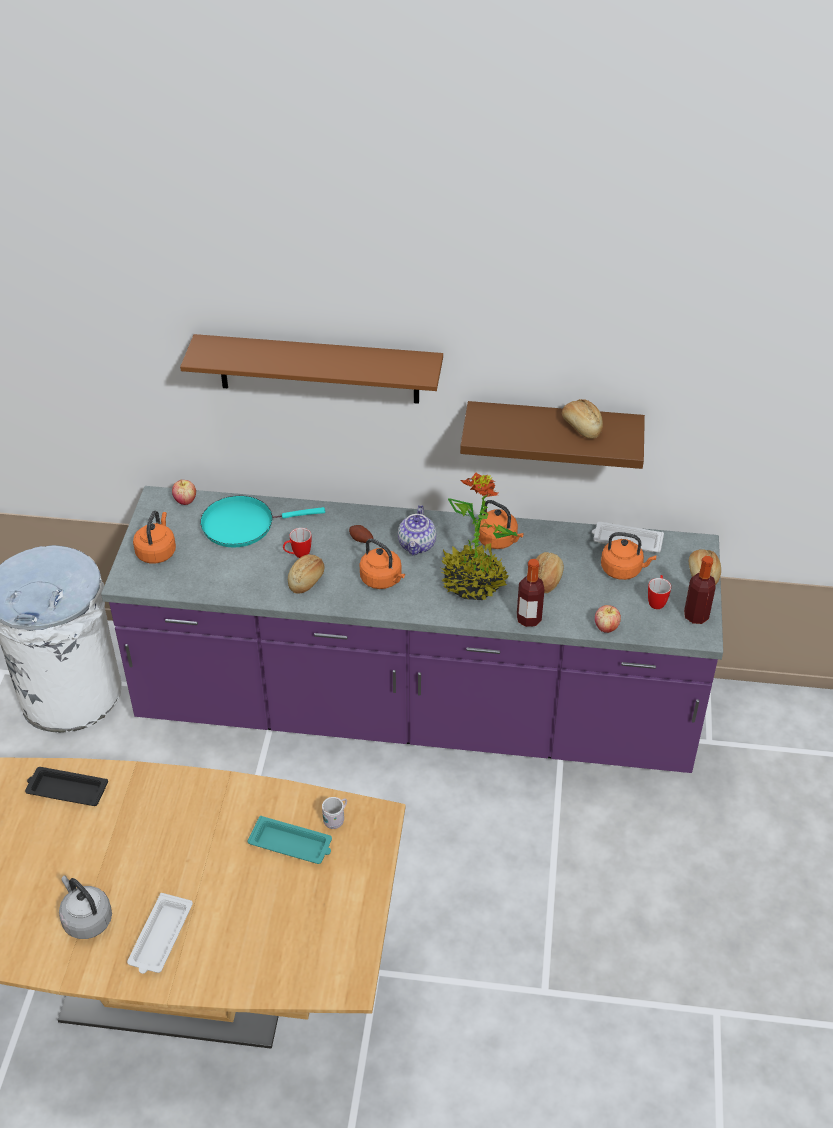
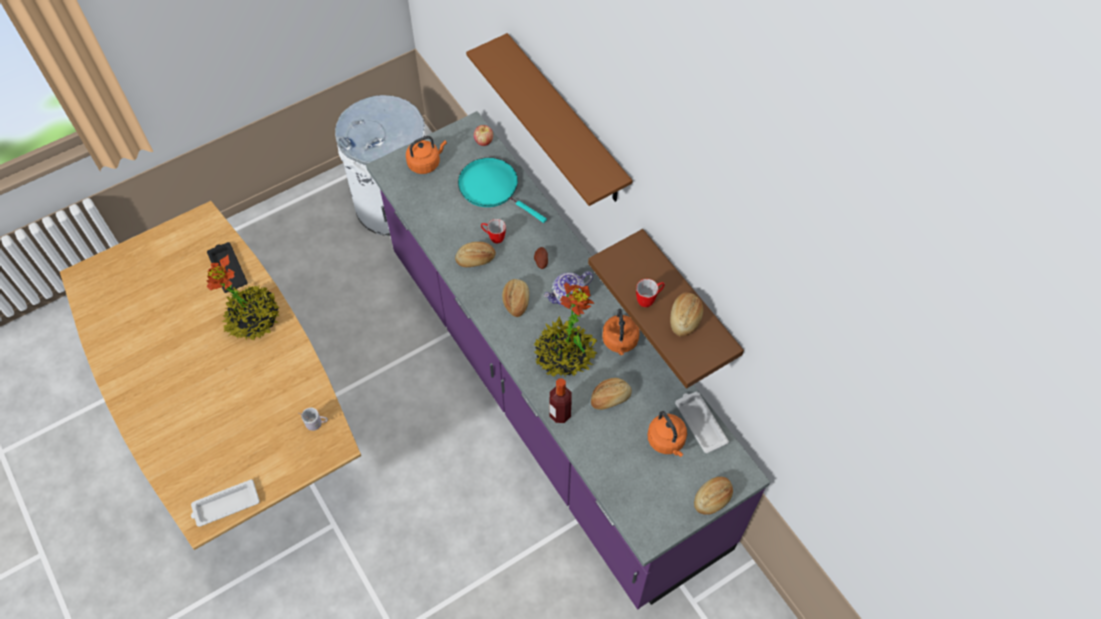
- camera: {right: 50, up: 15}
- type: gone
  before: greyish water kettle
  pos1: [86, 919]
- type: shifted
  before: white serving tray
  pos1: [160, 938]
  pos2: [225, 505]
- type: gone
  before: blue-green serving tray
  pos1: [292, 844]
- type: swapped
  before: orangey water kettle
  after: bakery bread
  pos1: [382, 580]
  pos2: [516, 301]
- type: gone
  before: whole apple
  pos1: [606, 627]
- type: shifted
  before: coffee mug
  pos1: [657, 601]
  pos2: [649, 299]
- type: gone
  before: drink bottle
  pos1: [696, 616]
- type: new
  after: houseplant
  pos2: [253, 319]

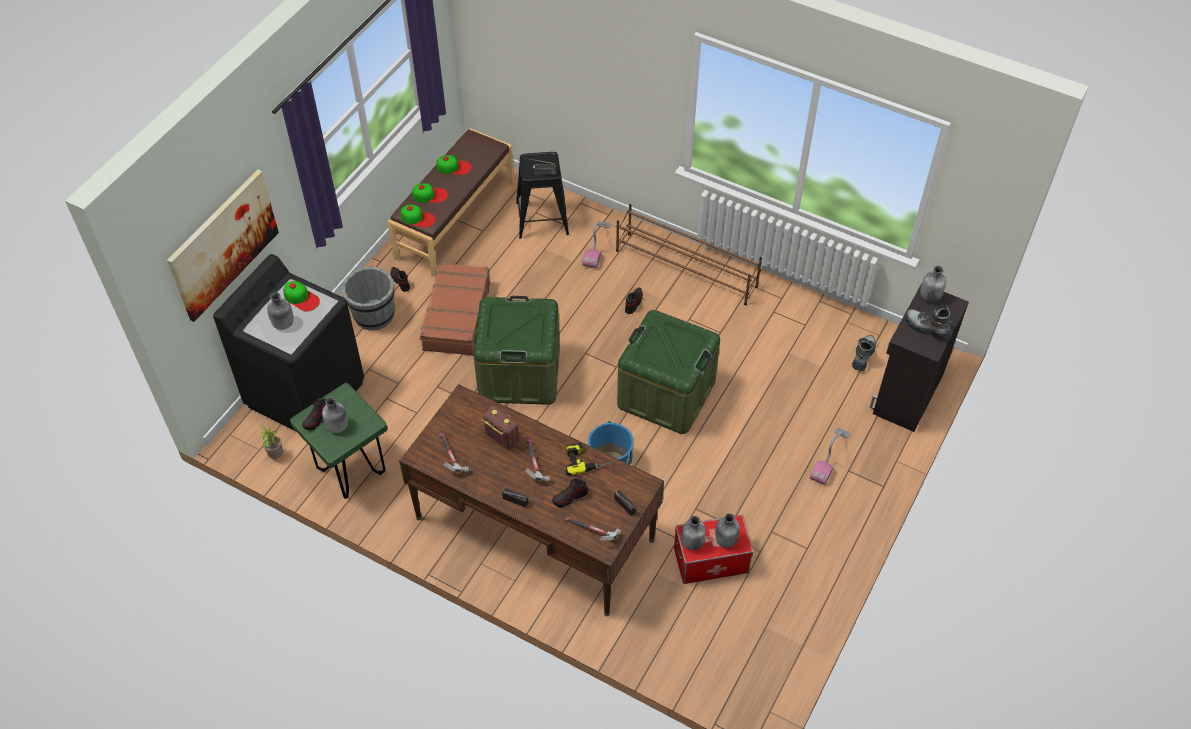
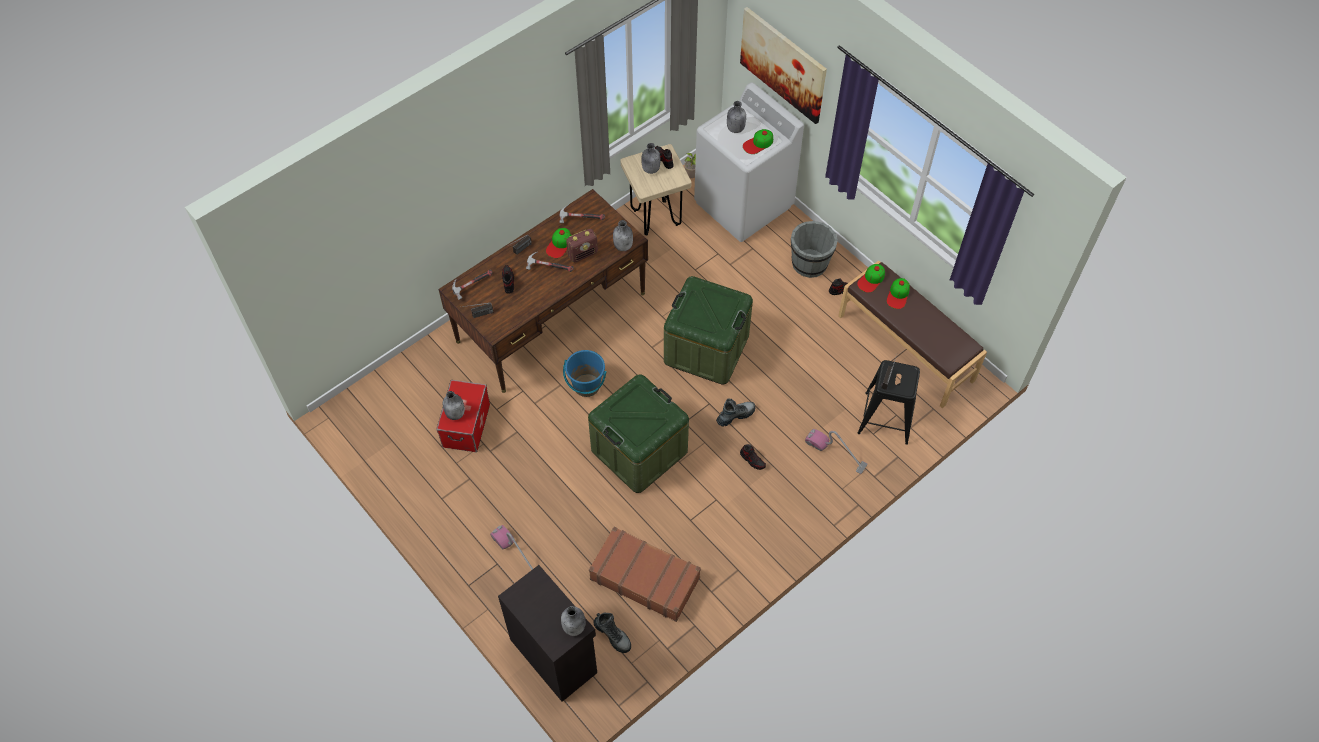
- camera: {right: 110, up: 5}
- type: repainted
  before: black laundry appliance
  after: white laundry appliance
  pos1: [306, 393]
  pos2: [743, 204]
- type: repainted
  before: greenish stool
  after: beige stool
  pos1: [351, 472]
  pos2: [656, 218]
- type: shifted
  before: brownish travel case
  pos1: [456, 316]
  pos2: [645, 578]
- type: shifted
  before: cap
  pos1: [454, 167]
  pos2: [559, 244]
- type: gone
  before: power drill
  pos1: [586, 460]
- type: gone
  before: brownish shoe stand
  pos1: [686, 269]
- type: shifted
  before: greyish drink bottle
  pos1: [692, 542]
  pos2: [623, 246]
- type: shifted
  before: boot
  pos1: [926, 328]
  pos2: [735, 415]

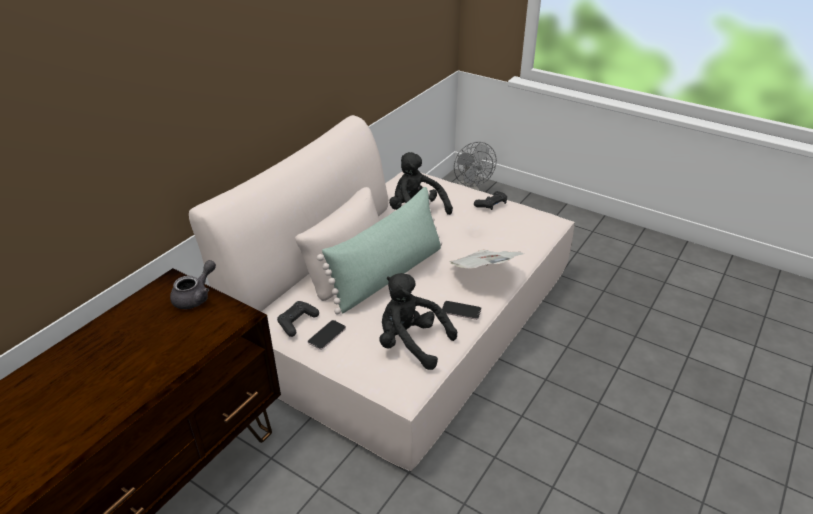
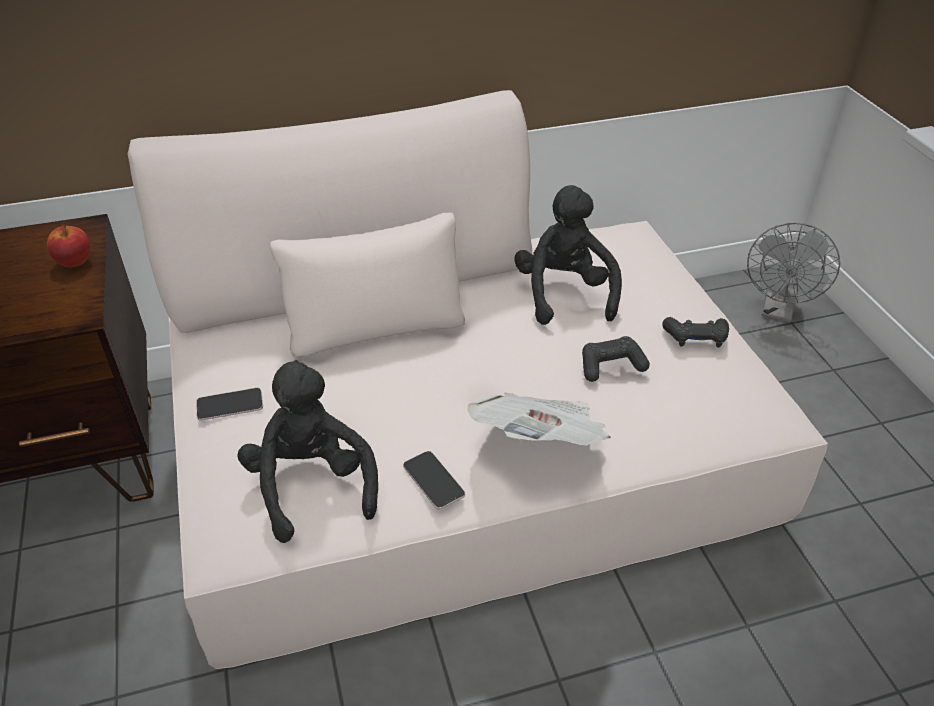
- camera: {right: 40, up: 5}
- type: swapped
  before: greyish tea pot
  after: whole apple
  pos1: [196, 296]
  pos2: [74, 262]
- type: shifted
  before: black joypad
  pos1: [297, 322]
  pos2: [611, 366]
- type: gone
  before: greenish pillow
  pos1: [388, 275]

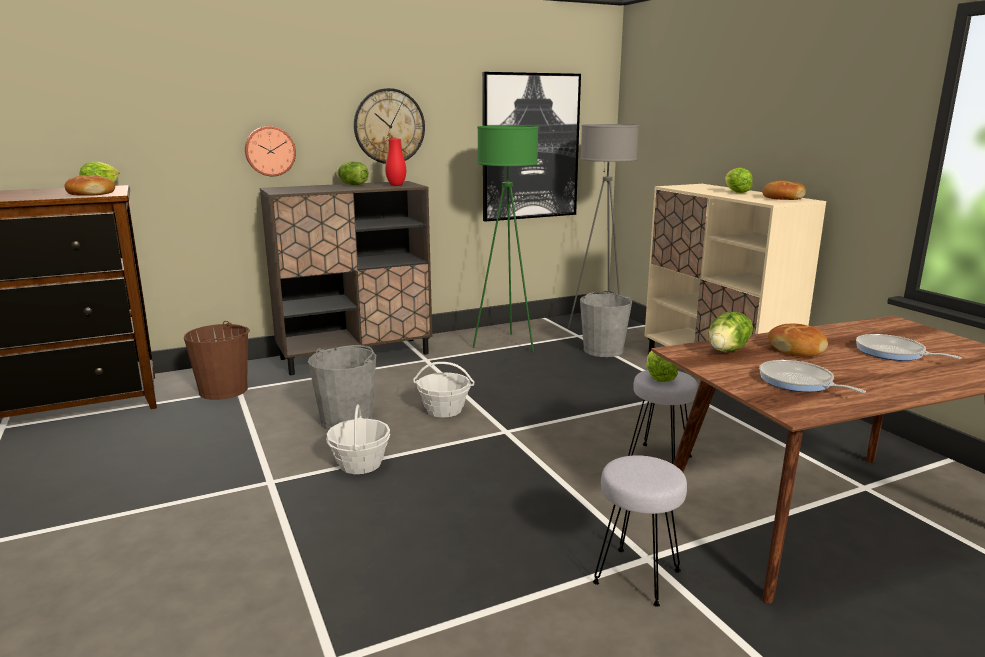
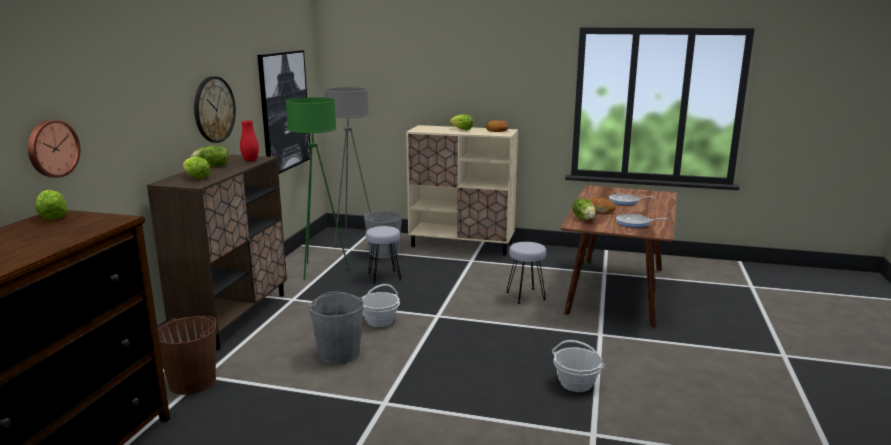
- camera: {right: -50, up: 0}
- type: gone
  before: bakery bread
  pos1: [90, 194]
- type: shifted
  before: clock on the wall
  pos1: [270, 151]
  pos2: [52, 148]
- type: shifted
  before: household basket
  pos1: [360, 464]
  pos2: [576, 383]
- type: shifted
  before: greyish stool
  pos1: [636, 576]
  pos2: [383, 276]
- type: shifted
  before: head of lettuce
  pos1: [659, 378]
  pos2: [196, 177]

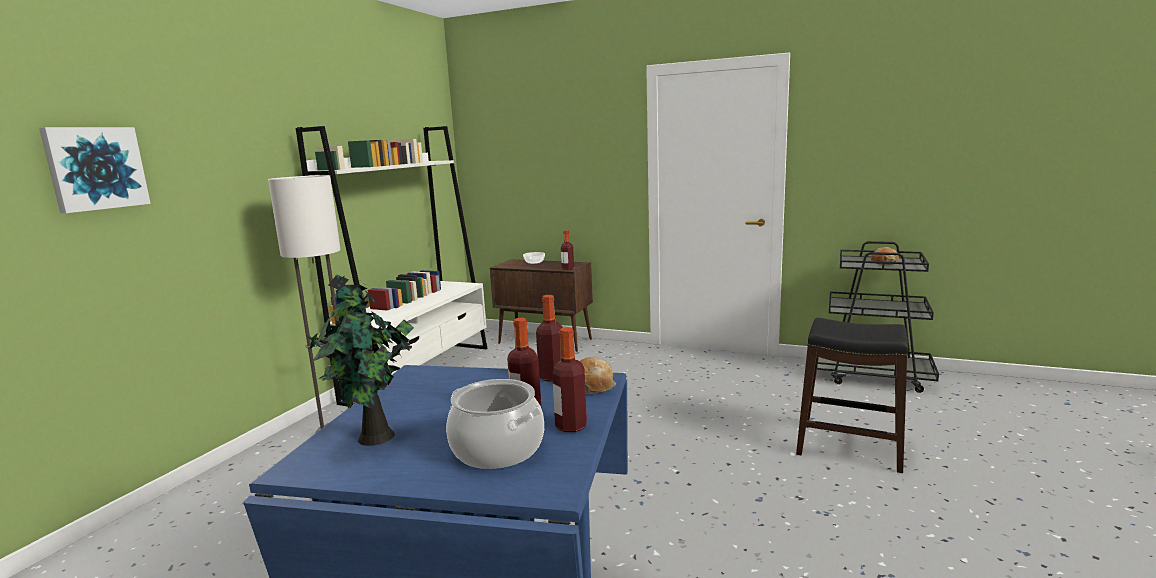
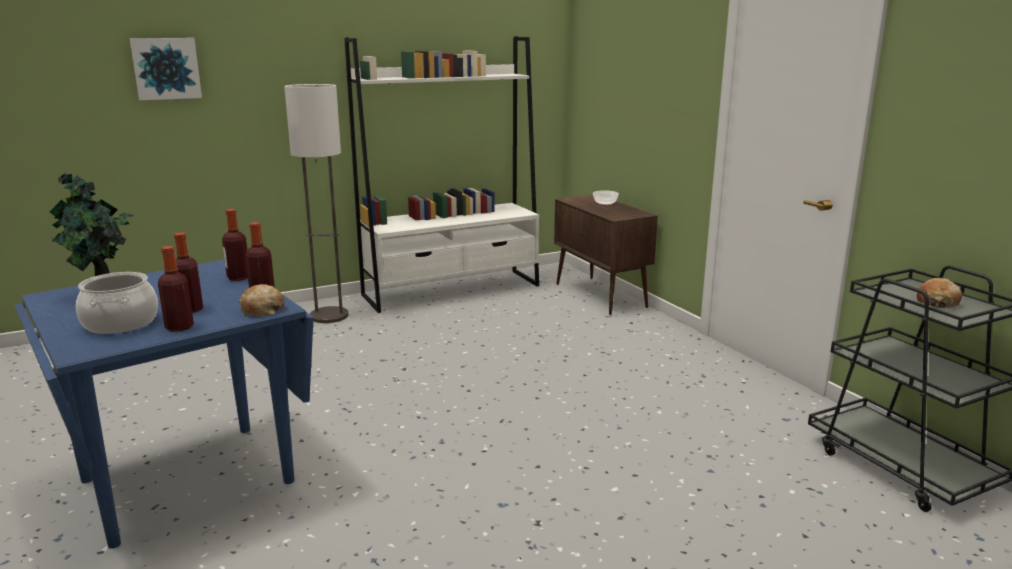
- camera: {right: 40, up: 5}
- type: shifted
  before: drink bottle
  pos1: [567, 269]
  pos2: [238, 278]
- type: gone
  before: black stool
  pos1: [848, 447]

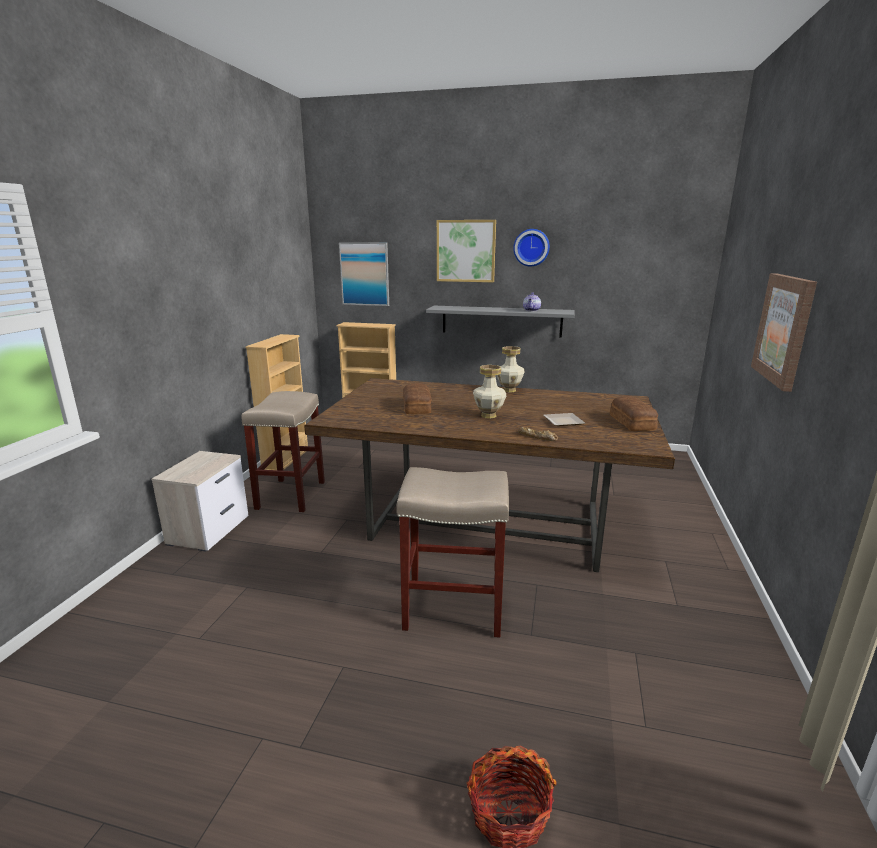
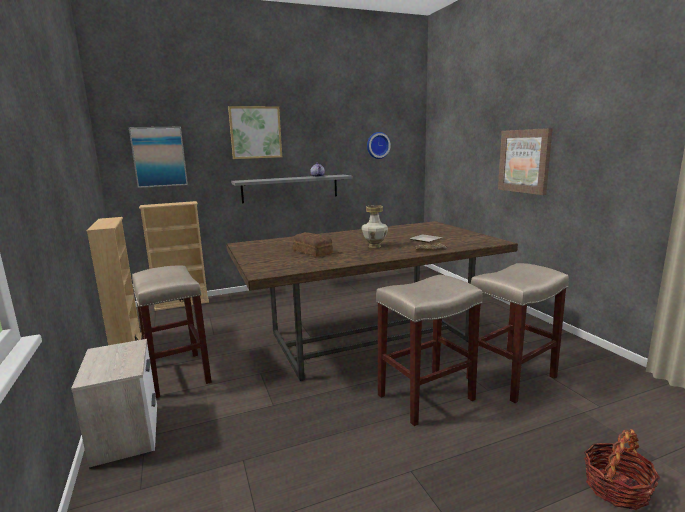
- camera: {right: -35, up: -5}
- type: gone
  before: vase
  pos1: [509, 390]
- type: shifted
  before: clock on the wall
  pos1: [531, 247]
  pos2: [377, 145]
- type: gone
  before: bakery bread
  pos1: [632, 422]
- type: new
  after: beige stool
  pos2: [511, 378]

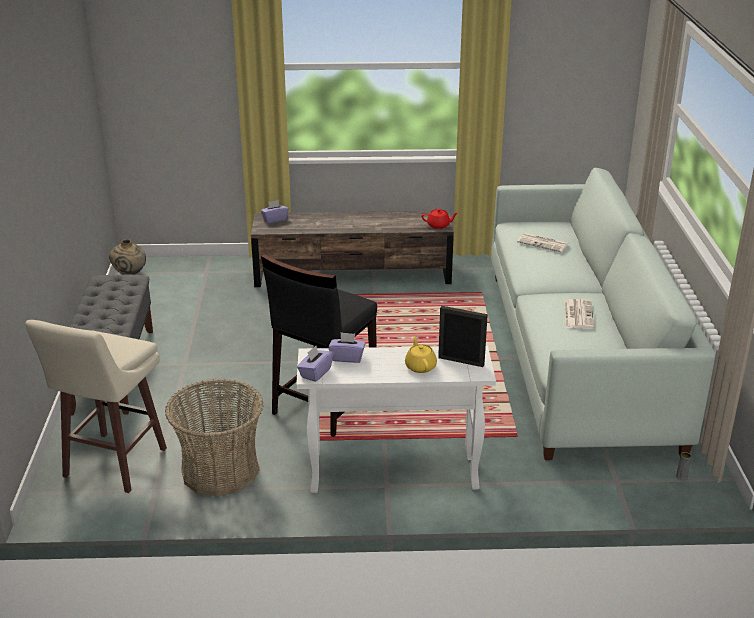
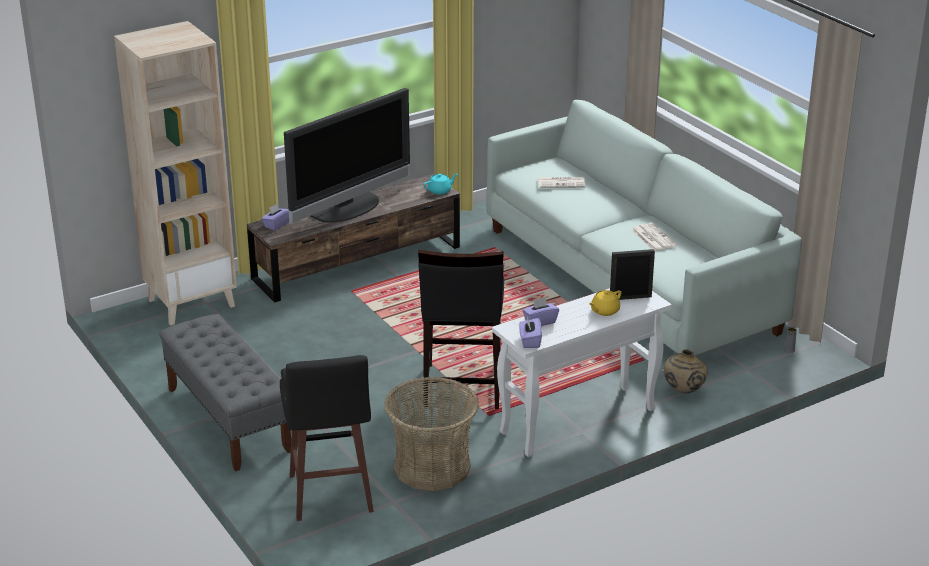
- camera: {right: -30, up: 0}
- type: repainted
  before: beige stool
  after: black stool
  pos1: [113, 464]
  pos2: [330, 495]
- type: shifted
  before: beige vase
  pos1: [130, 275]
  pos2: [683, 391]
- type: rotated
  before: yellow tea pot
  pos1: [420, 366]
  pos2: [604, 311]
  turn: -90
- type: repainted
  before: red-coloured tea pot
  after: blue-green tea pot
  pos1: [439, 225]
  pos2: [440, 191]
- type: new
  after: beige shelving unit
  pos2: [191, 302]
- type: new
  after: television
  pos2: [349, 209]

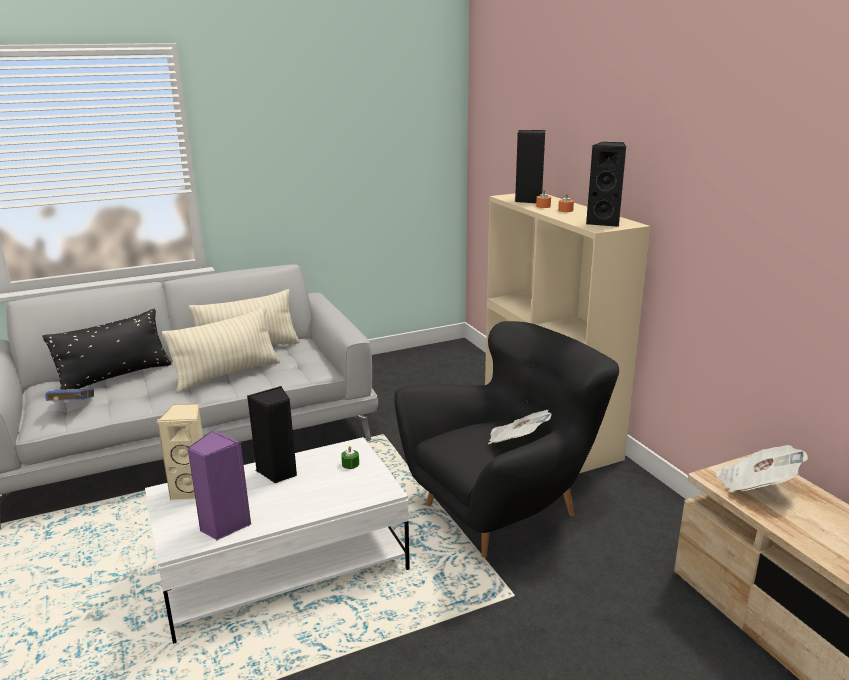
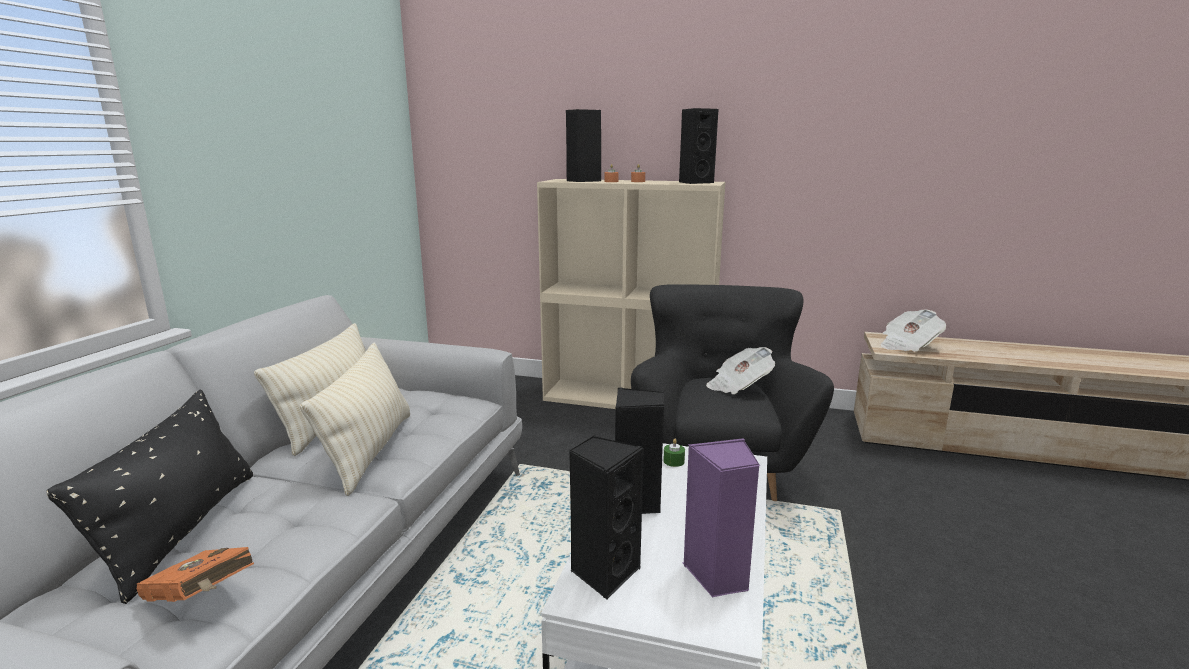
- camera: {right: -50, up: -5}
- type: repainted
  before: bluish book
  after: orangey book
  pos1: [71, 407]
  pos2: [201, 599]
- type: repainted
  before: beige speaker
  after: black speaker
  pos1: [193, 490]
  pos2: [603, 572]

